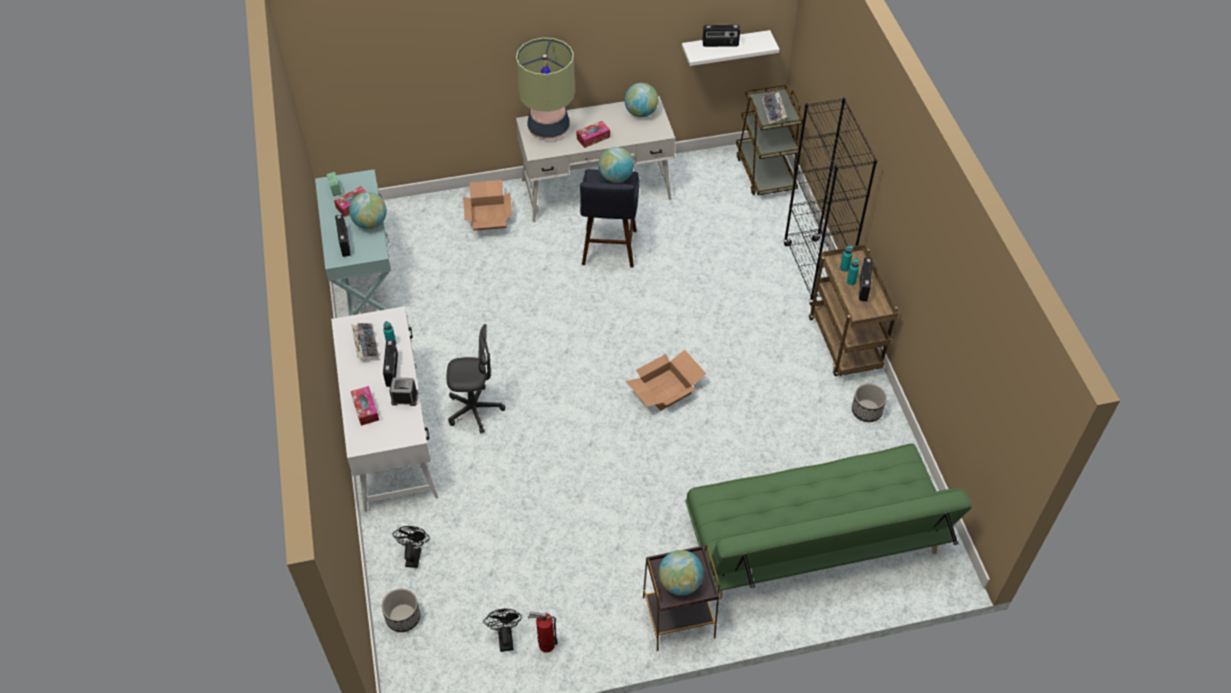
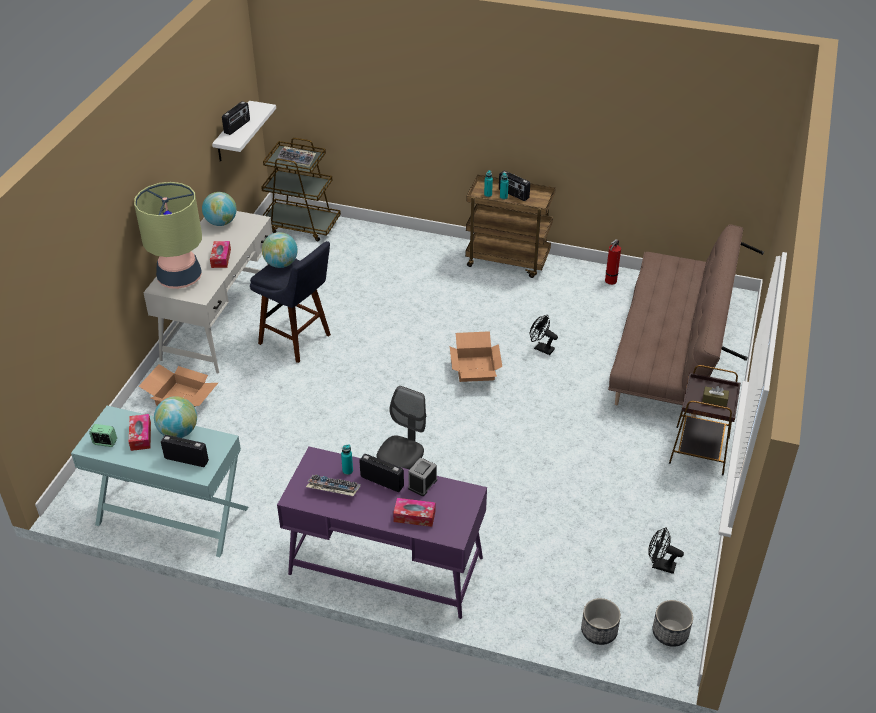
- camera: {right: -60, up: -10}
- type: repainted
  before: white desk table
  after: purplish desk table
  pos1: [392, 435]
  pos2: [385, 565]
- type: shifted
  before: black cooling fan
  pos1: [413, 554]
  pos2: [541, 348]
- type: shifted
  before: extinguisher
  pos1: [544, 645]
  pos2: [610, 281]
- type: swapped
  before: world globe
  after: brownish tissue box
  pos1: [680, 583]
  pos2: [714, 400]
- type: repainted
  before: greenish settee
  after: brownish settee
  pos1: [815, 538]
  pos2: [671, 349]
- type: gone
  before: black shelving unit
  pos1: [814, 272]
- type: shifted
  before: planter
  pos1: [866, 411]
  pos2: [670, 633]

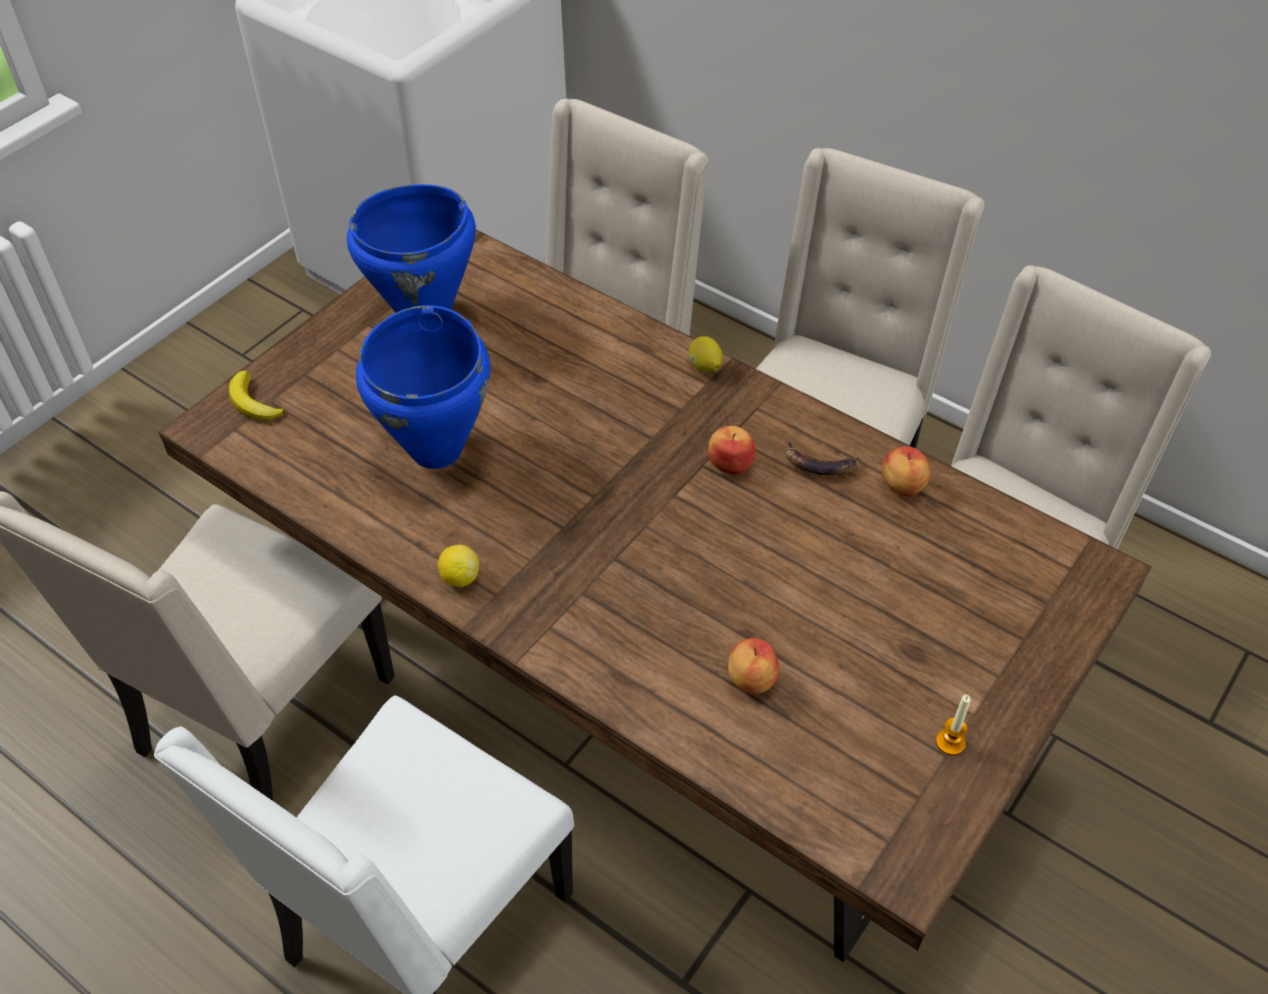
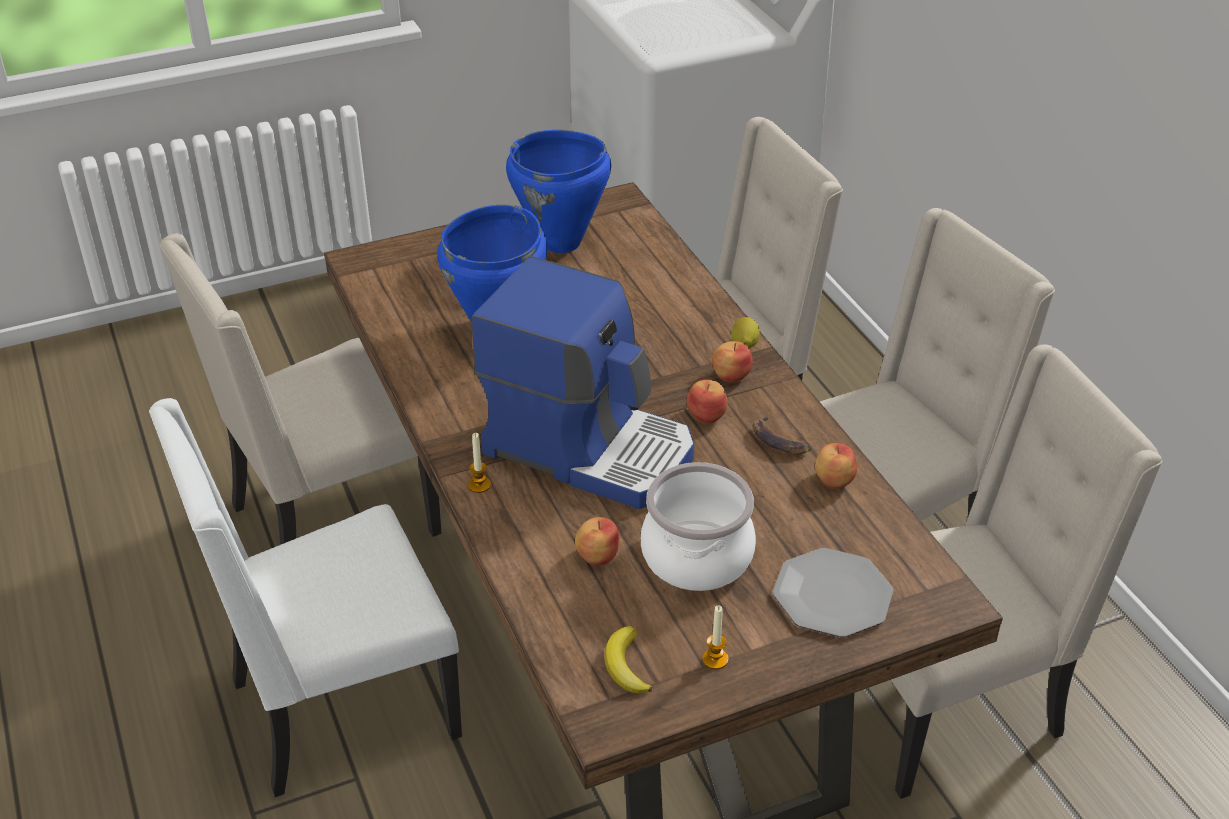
- camera: {right: 30, up: -10}
- type: shifted
  before: banana fruit
  pos1: [253, 402]
  pos2: [626, 665]
- type: gone
  before: whole lemon
  pos1: [460, 577]
- type: new
  after: wax candle
  pos2: [479, 485]
- type: new
  after: coffee maker
  pos2: [590, 448]
- type: new
  after: stockpot
  pos2: [695, 556]
- type: new
  after: whole apple
  pos2: [731, 375]
- type: new
  after: plate
  pos2: [832, 595]

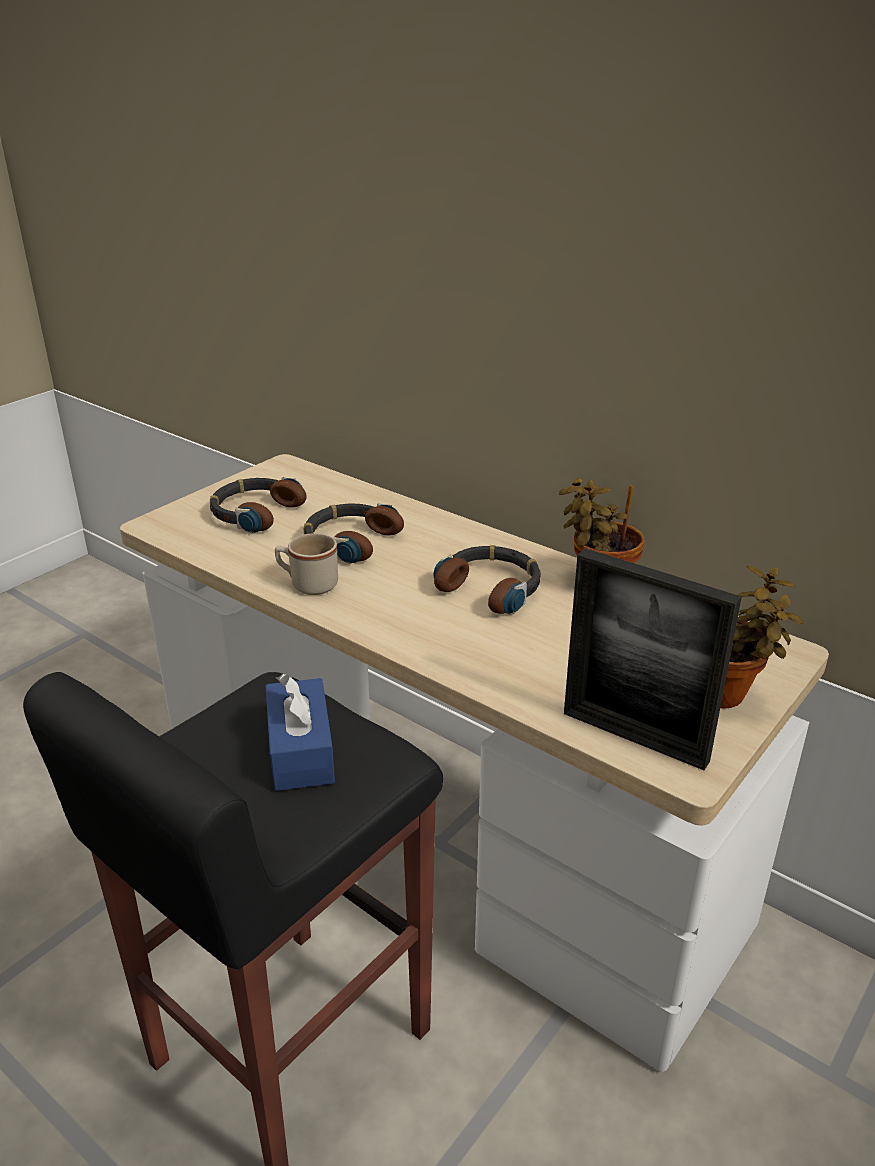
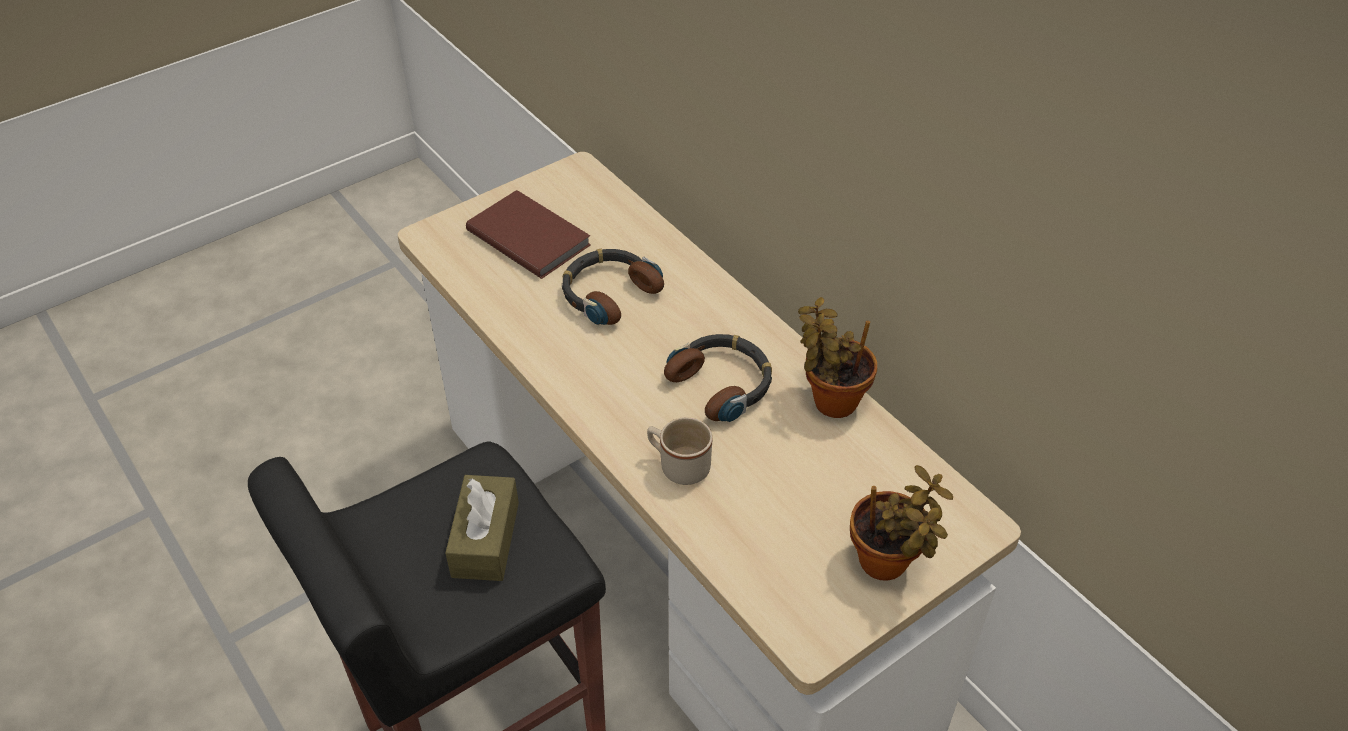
- camera: {right: 15, up: 15}
- type: swapped
  before: pair of headphones
  after: brownish book
  pos1: [255, 513]
  pos2: [529, 236]
- type: repainted
  before: bluish tissue box
  after: brownish tissue box
  pos1: [300, 750]
  pos2: [485, 539]
- type: shifted
  before: beige coffee mug
  pos1: [308, 584]
  pos2: [678, 465]
- type: gone
  before: photo frame
  pos1: [634, 737]

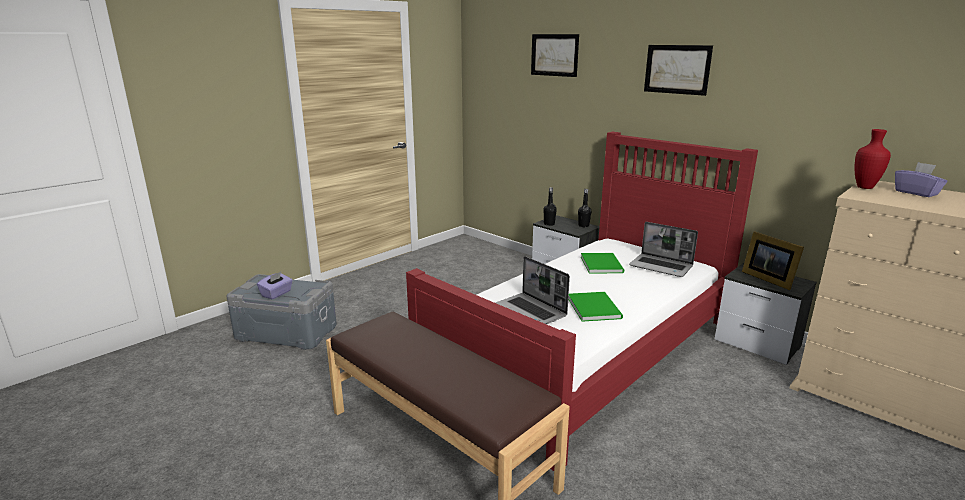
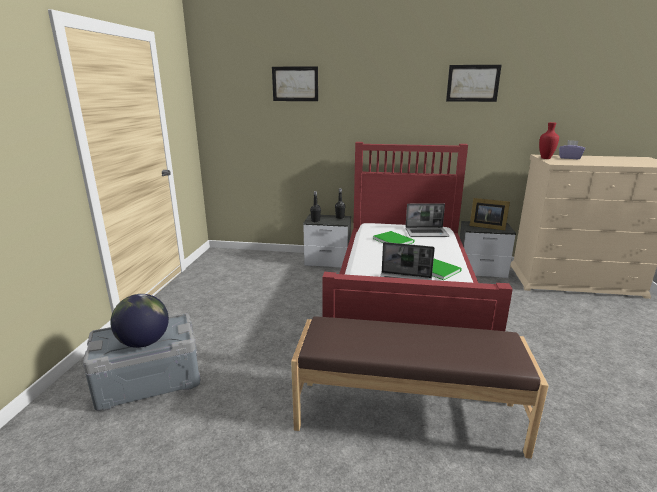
- camera: {right: -35, up: 0}
- type: swapped
  before: purplish tissue box
  after: world globe
  pos1: [276, 294]
  pos2: [144, 342]
- type: shifted
  before: wall picture
  pos1: [677, 69]
  pos2: [473, 83]

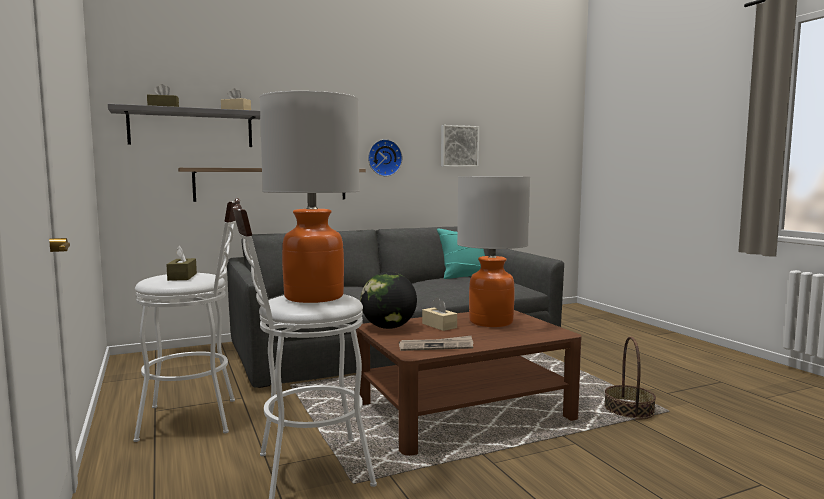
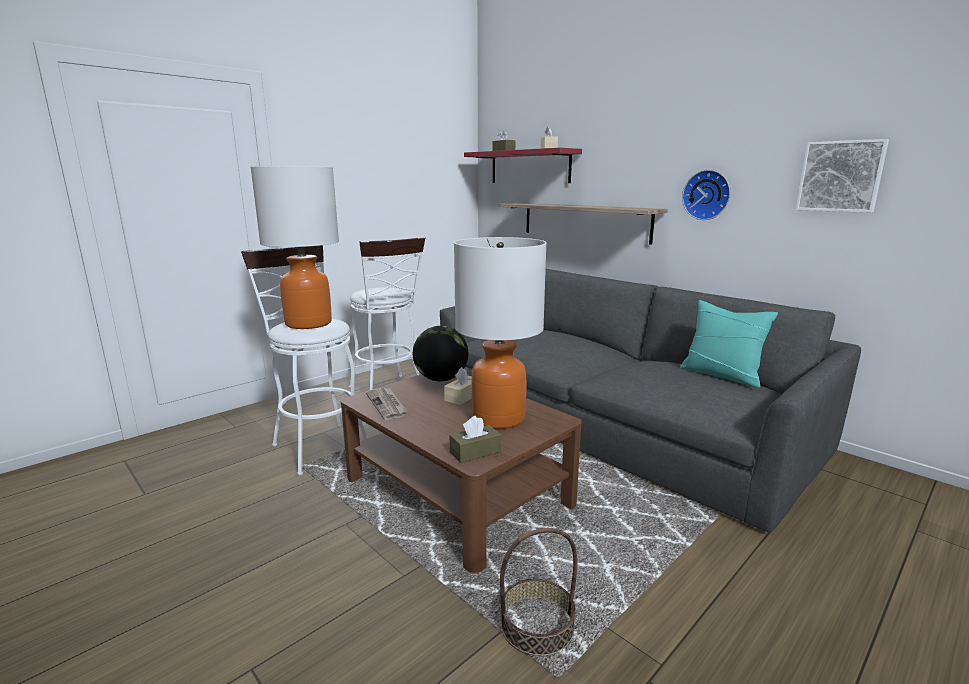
- camera: {right: 70, up: 10}
- type: repainted
  before: greyish shelf
  after: red-coloured shelf
  pos1: [191, 128]
  pos2: [529, 167]
- type: shifted
  before: brownish tissue box
  pos1: [182, 277]
  pos2: [475, 452]

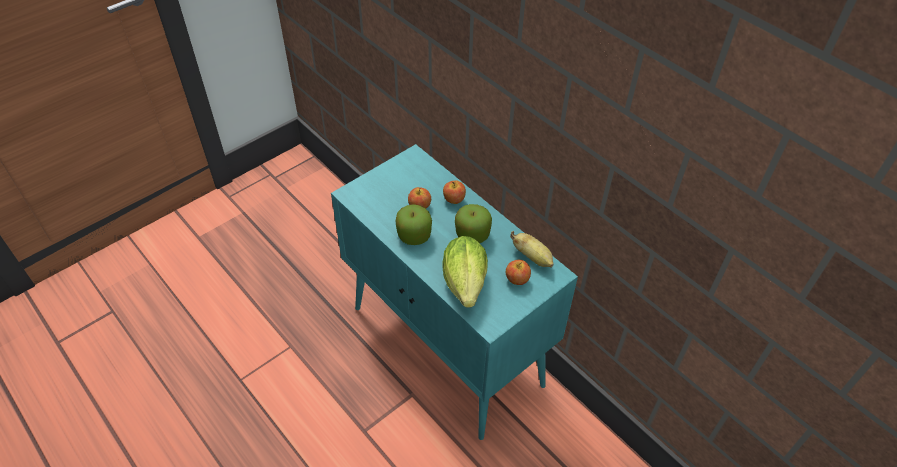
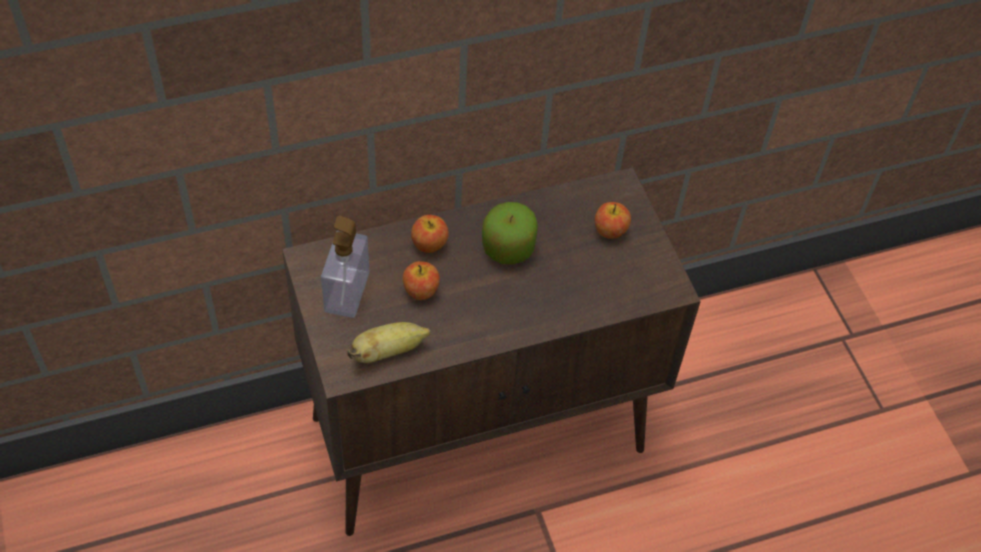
- camera: {right: -70, up: 5}
- type: repainted
  before: blue-green cupboard
  after: brownish cupboard
  pos1: [448, 347]
  pos2: [481, 433]
- type: gone
  before: whole apple
  pos1: [414, 235]
- type: gone
  before: head of lettuce
  pos1: [465, 287]
- type: shifted
  before: banana fruit
  pos1: [533, 257]
  pos2: [388, 351]
- type: new
  after: liquid soap bottle
  pos2: [347, 292]

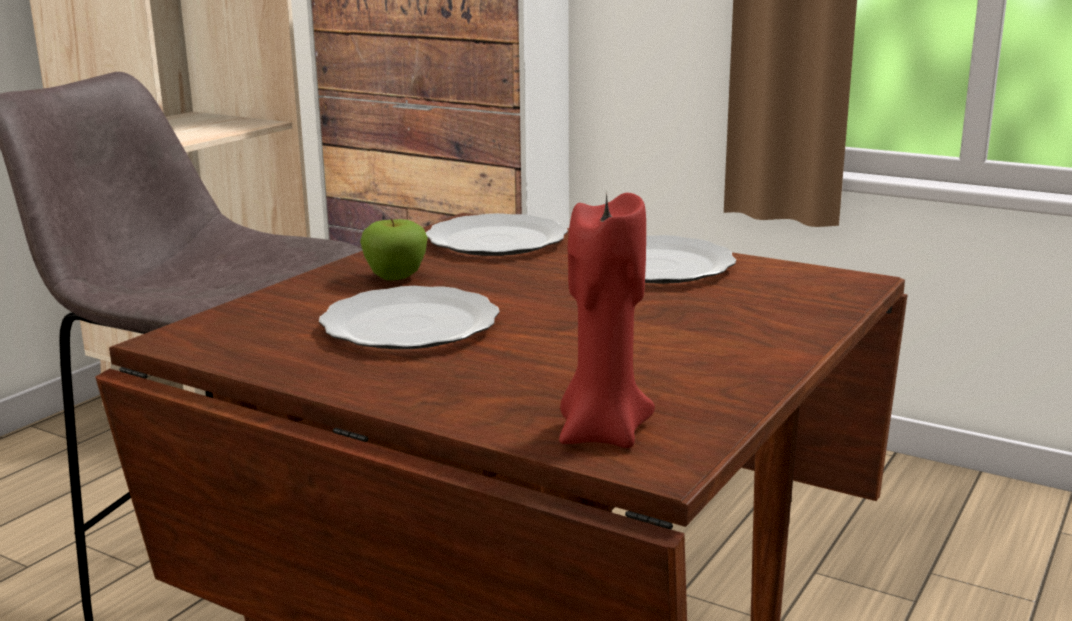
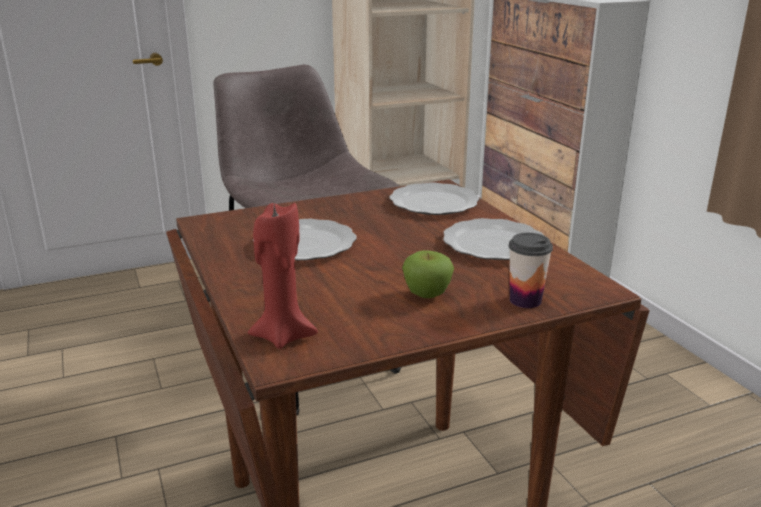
- camera: {right: 35, up: 5}
- type: shifted
  before: whole apple
  pos1: [396, 278]
  pos2: [427, 295]
- type: new
  after: drinking cup
  pos2: [525, 300]

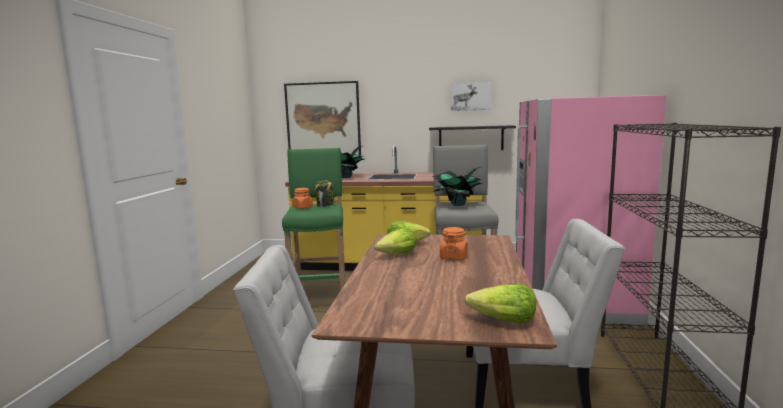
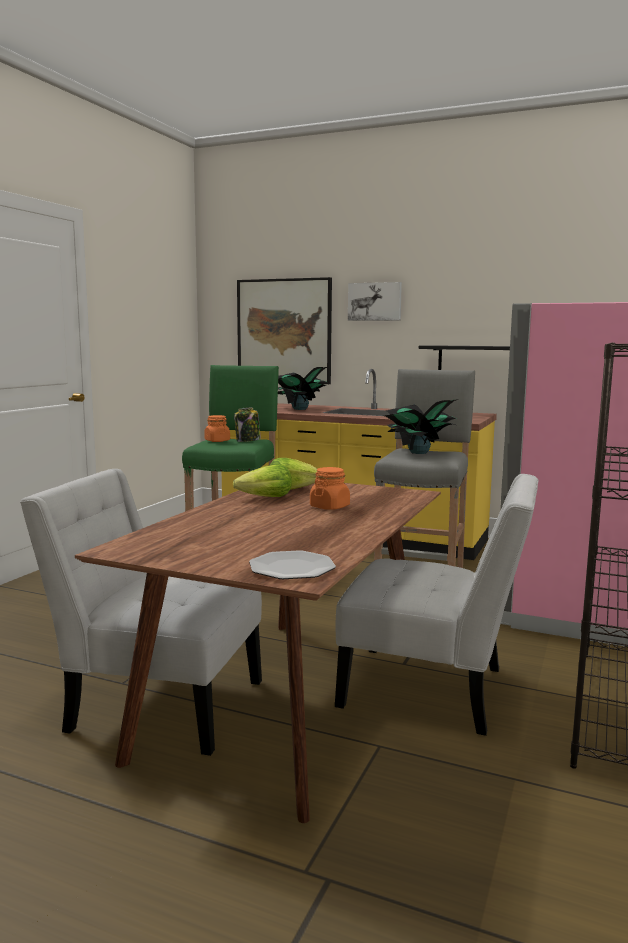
- camera: {right: 15, up: 0}
- type: shifted
  before: wall picture
  pos1: [470, 96]
  pos2: [375, 301]
- type: swapped
  before: head of lettuce
  after: plate
  pos1: [503, 321]
  pos2: [292, 568]

